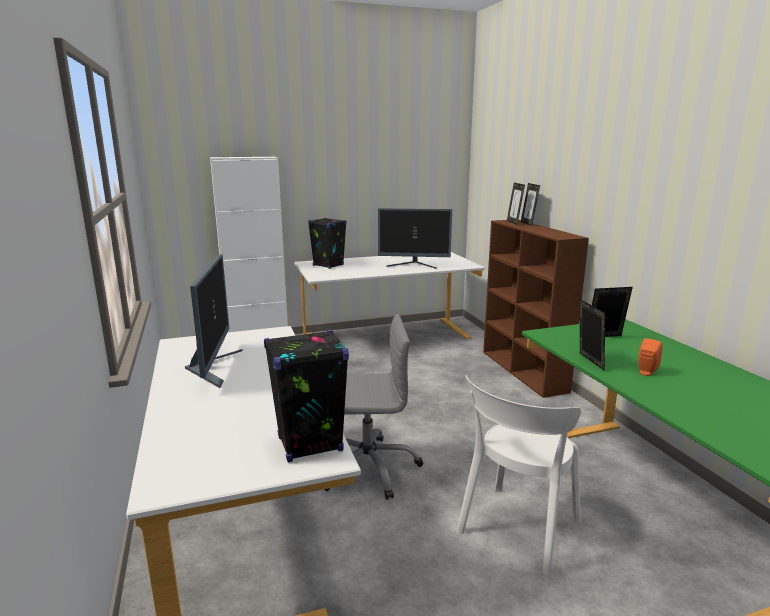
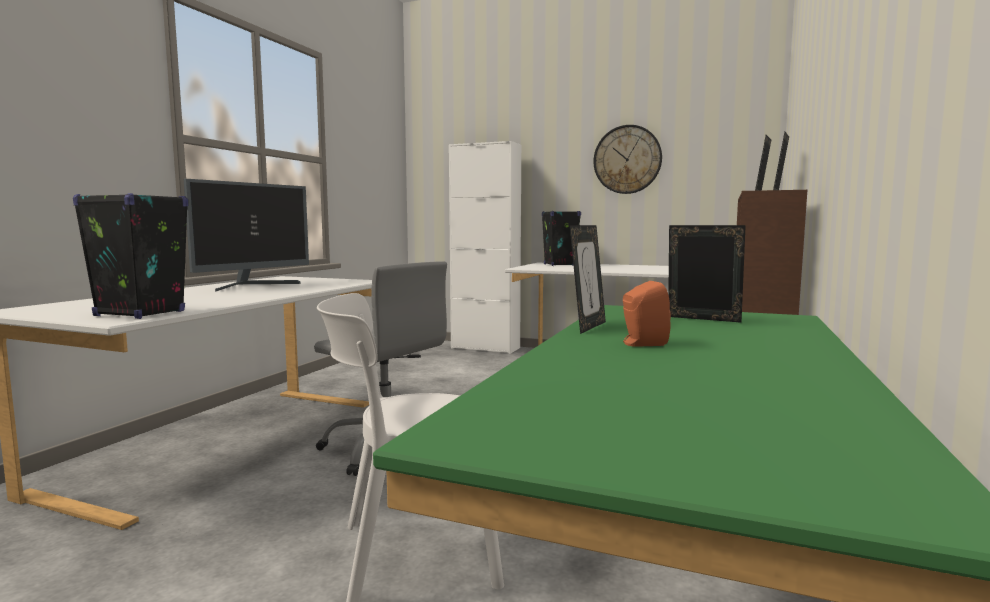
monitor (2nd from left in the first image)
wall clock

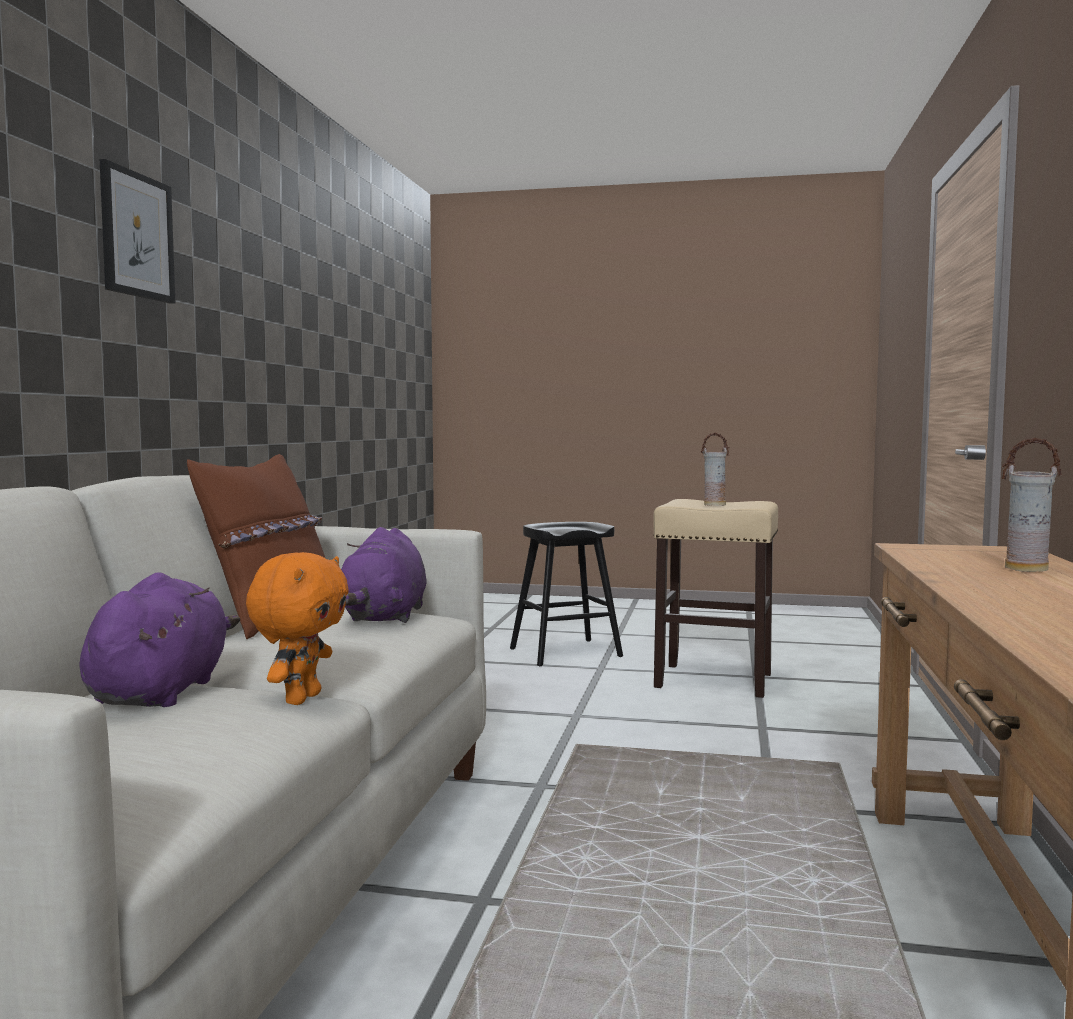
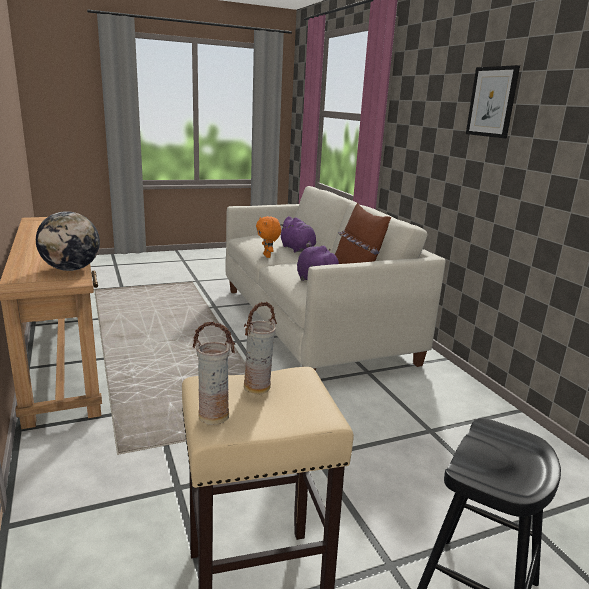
vase (1st from left)
globe

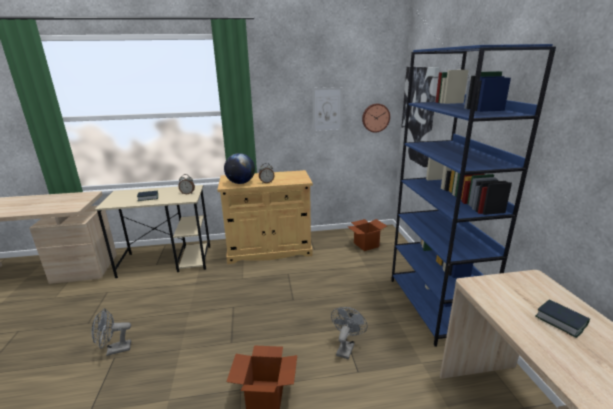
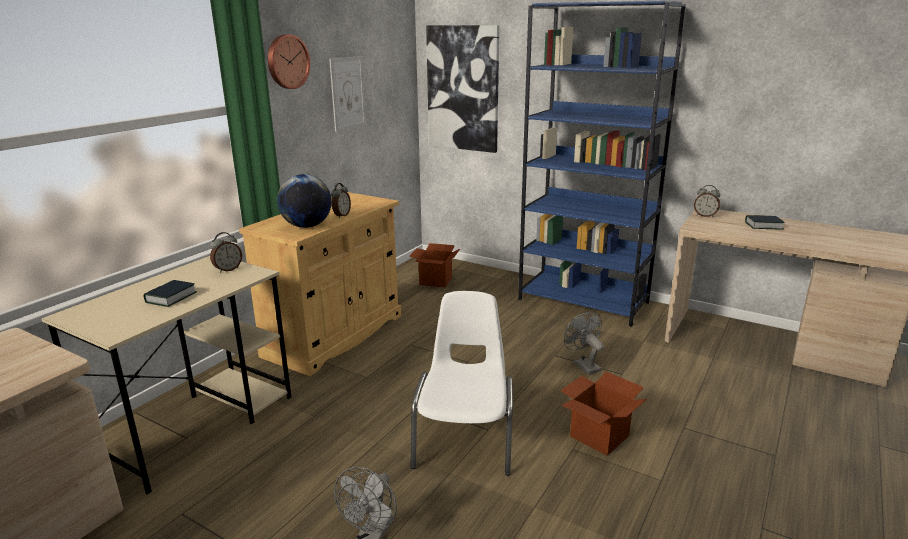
wall clock
chair/white
alarm clock (3rd from left)

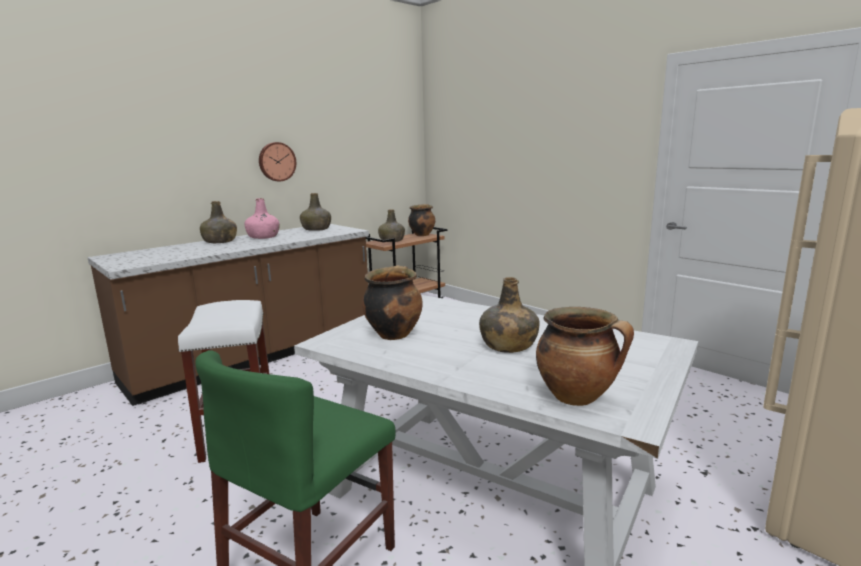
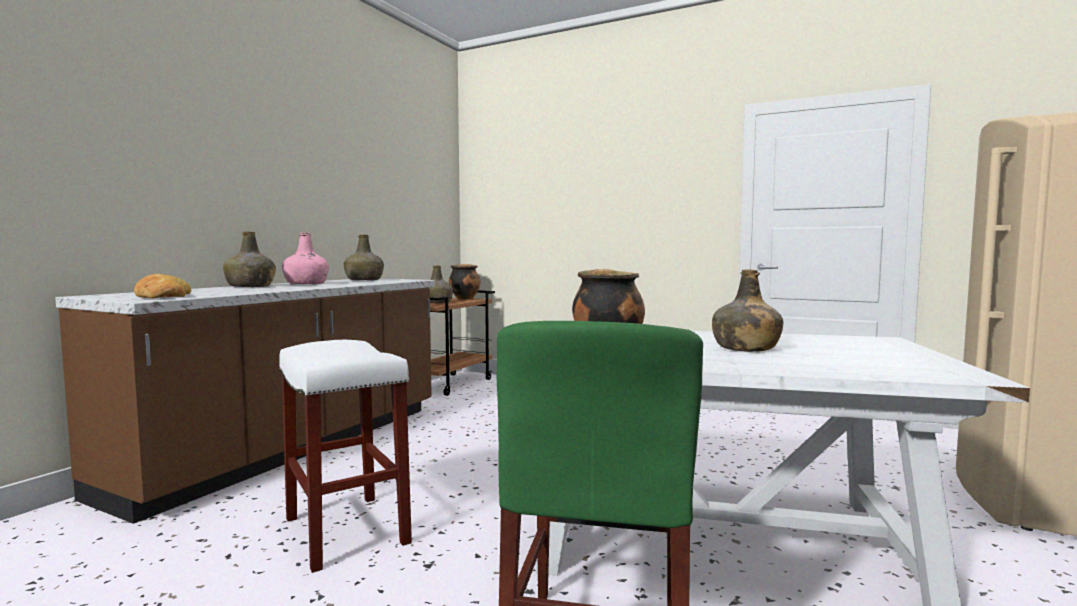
wall clock
cooking pot (3rd from left in the first image)
bread

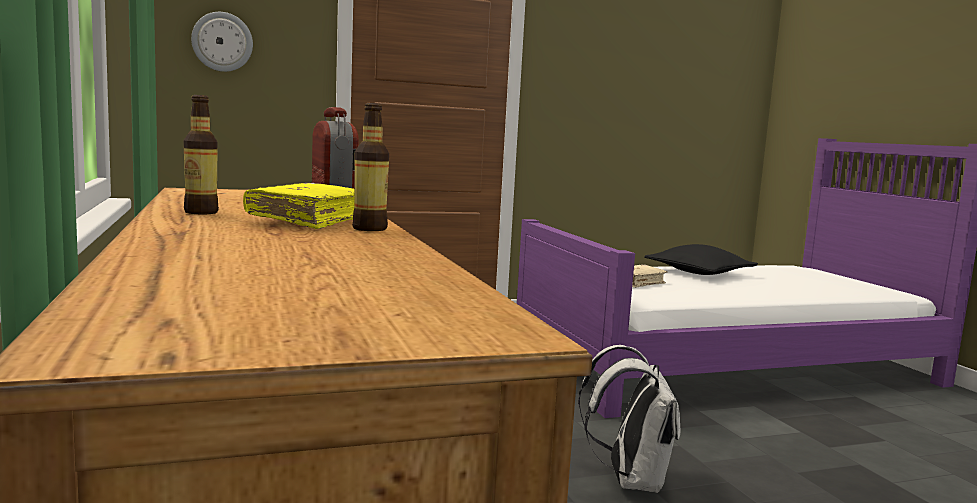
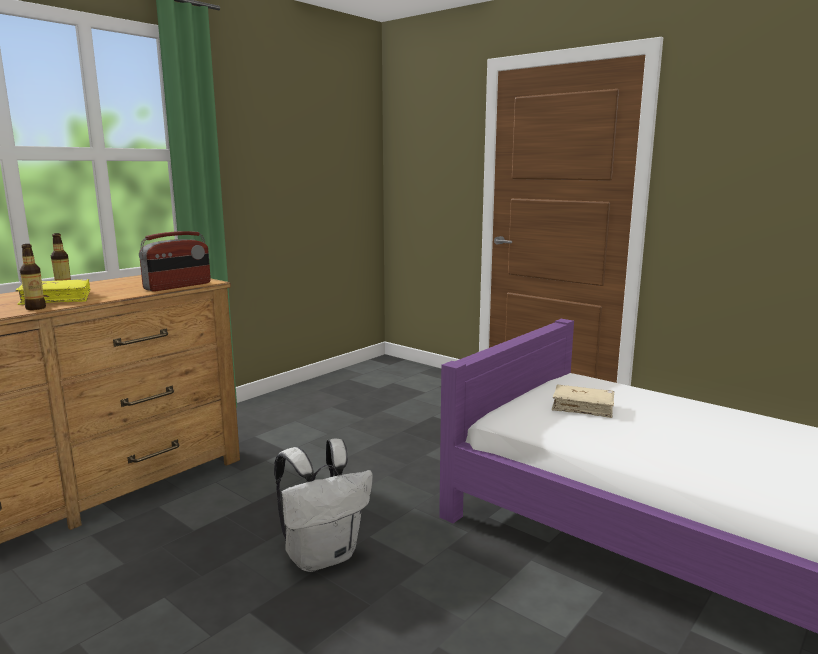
wall clock
pillow/black

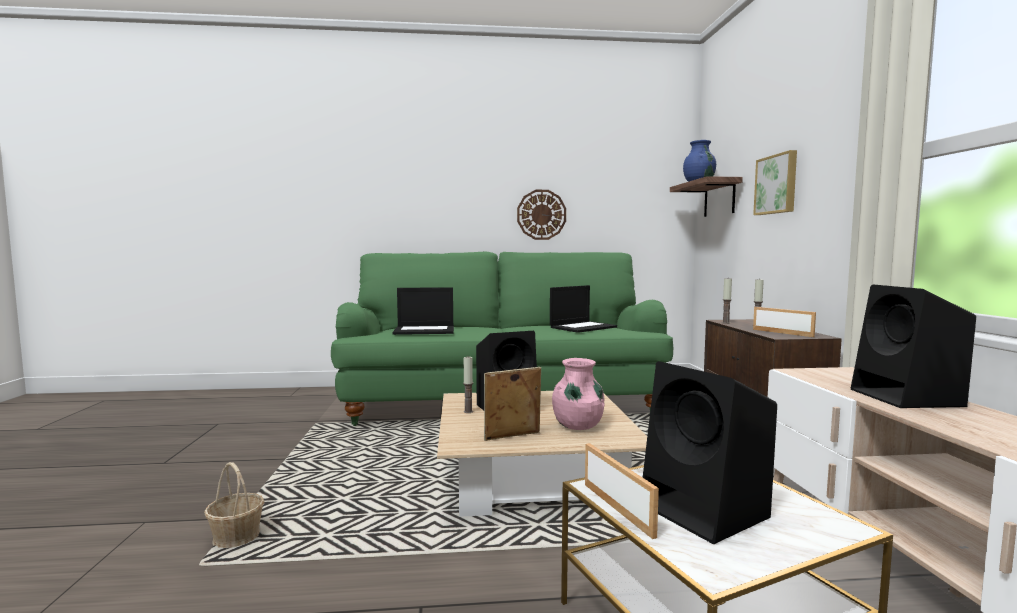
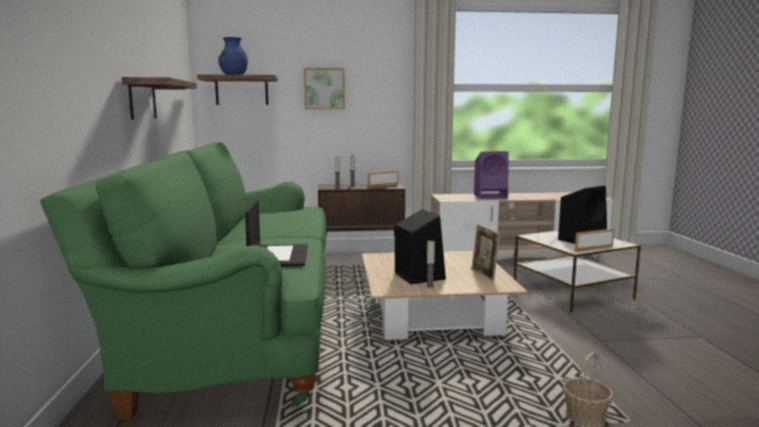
shelf (1st from left)
laptop (2nd from left in the first image)
vase/pink
speaker/purple

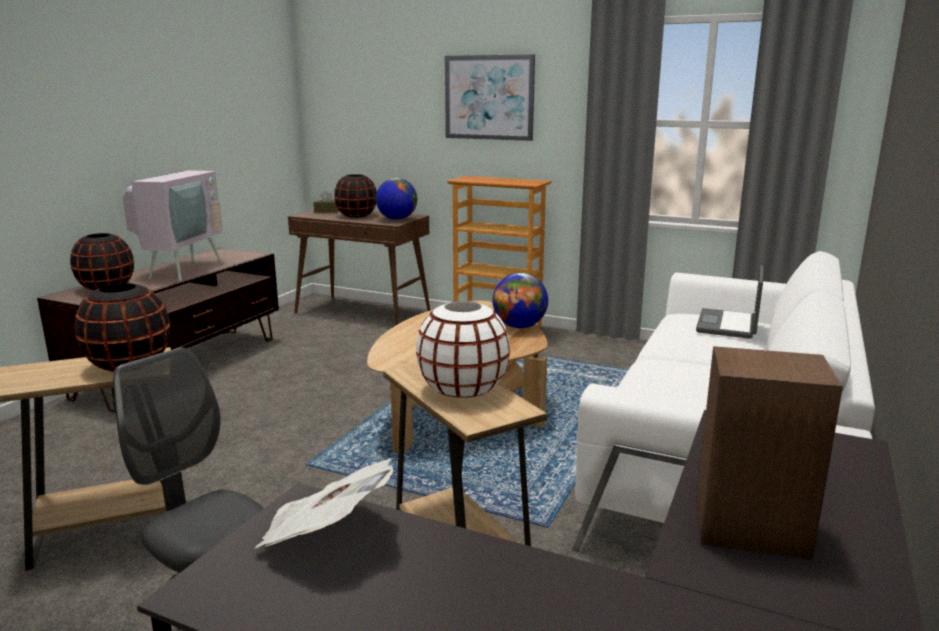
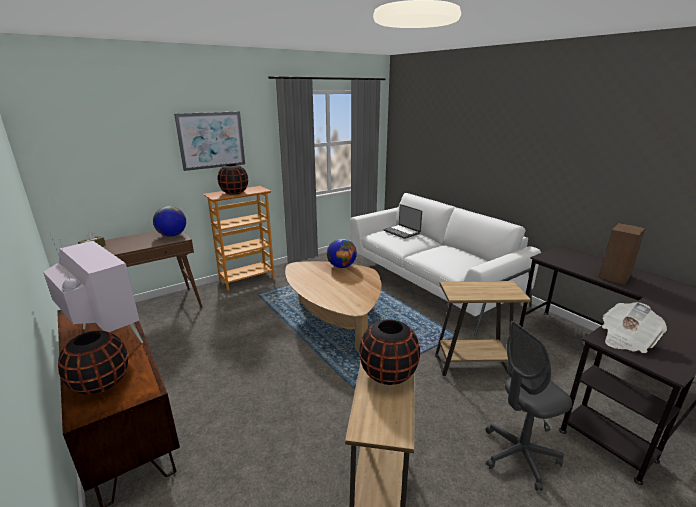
vase/black (2nd from left)
vase/white

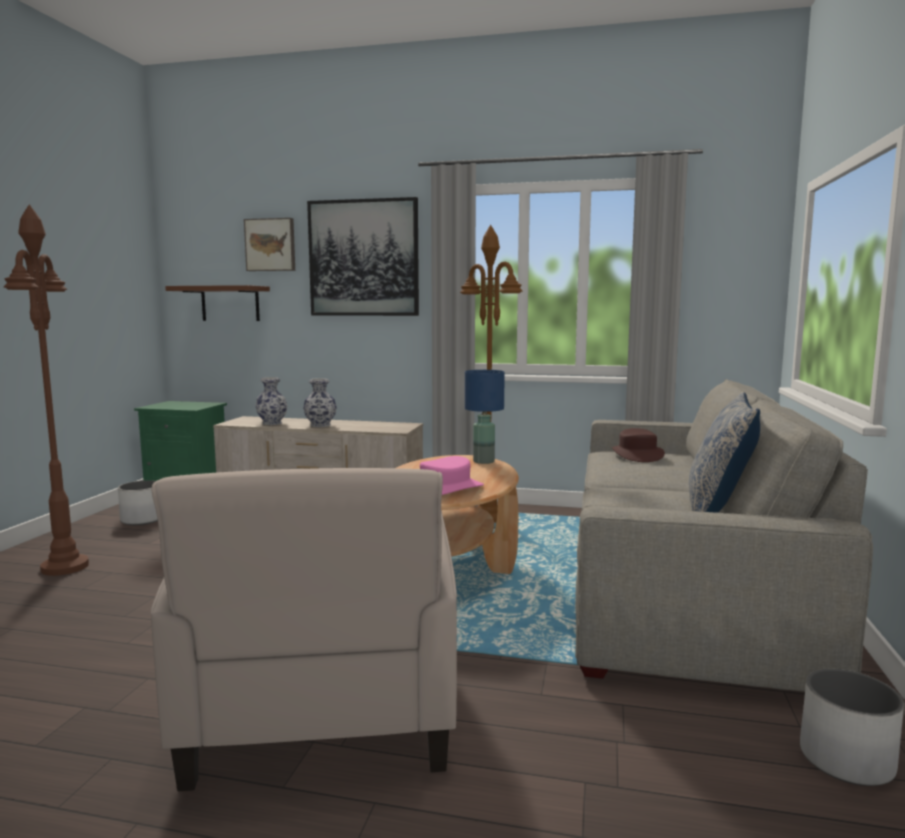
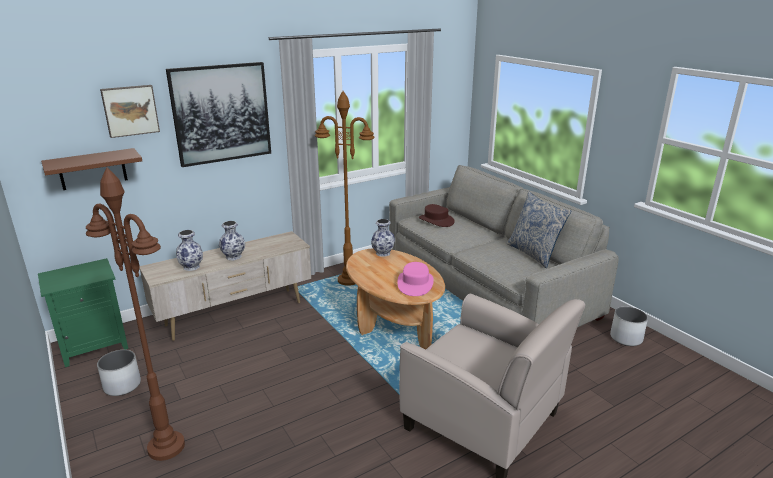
vase (3rd from left)

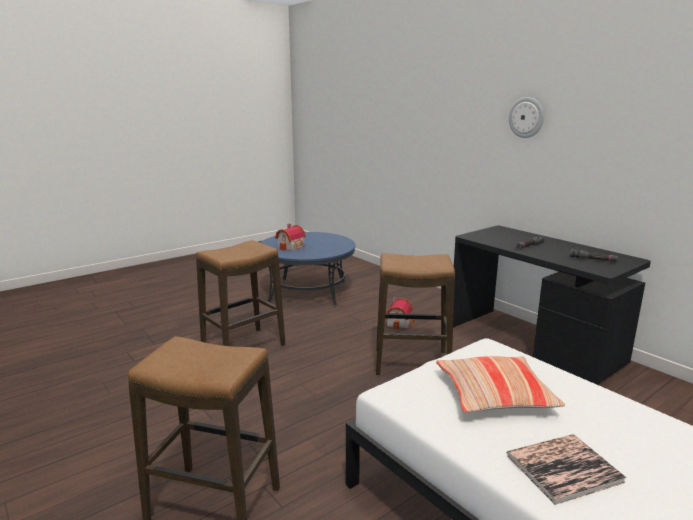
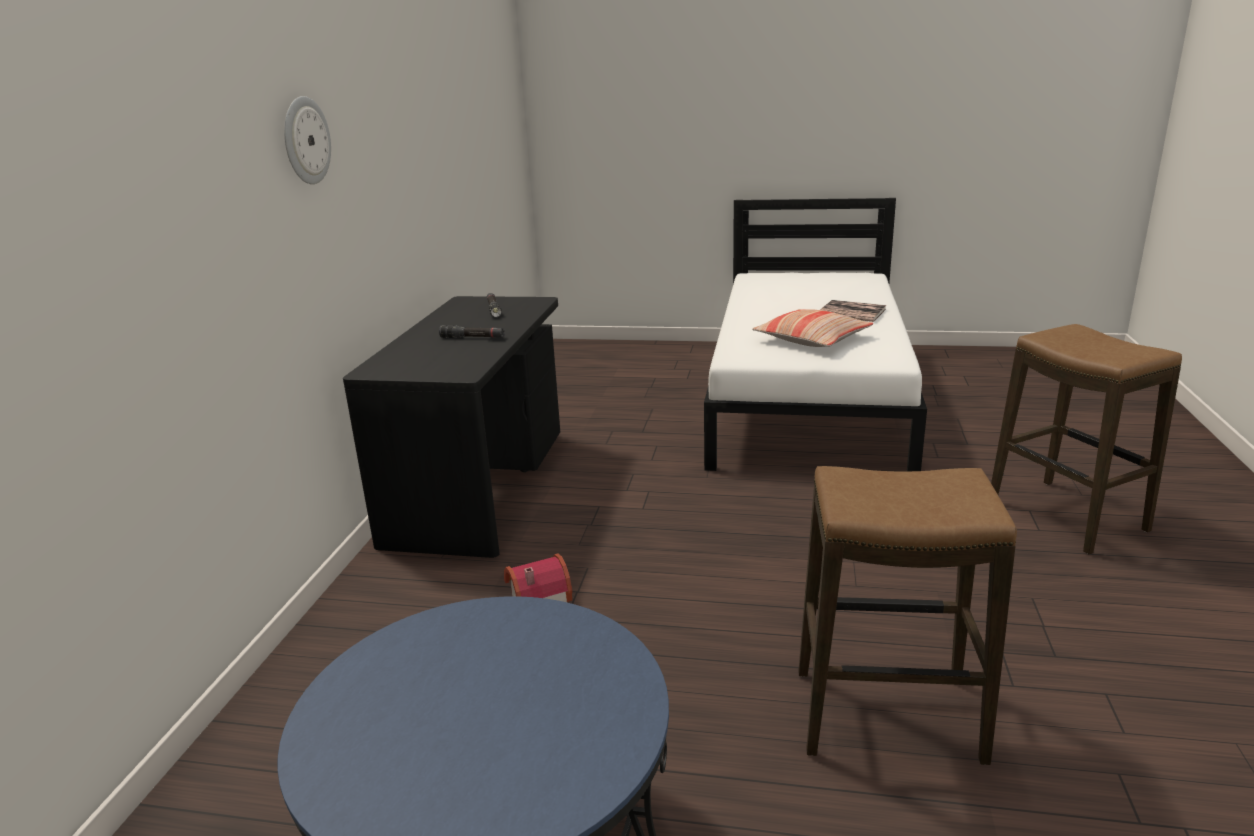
toy house (1st from left in the first image)
stool (3rd from left in the first image)

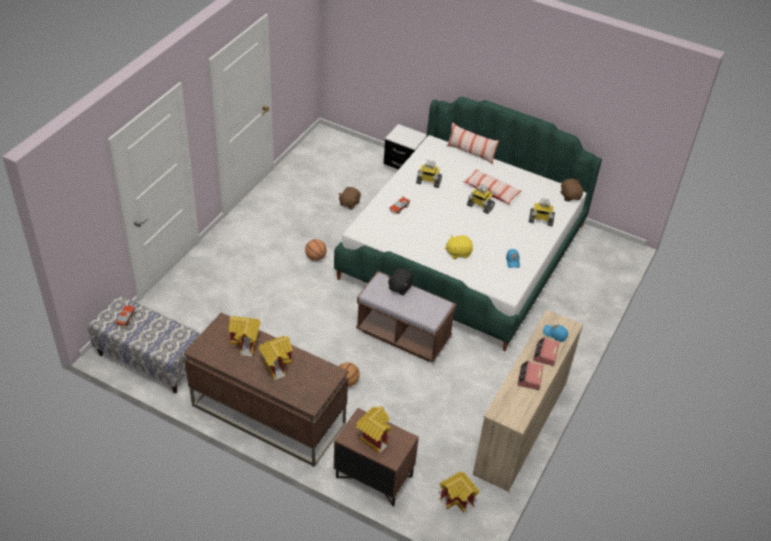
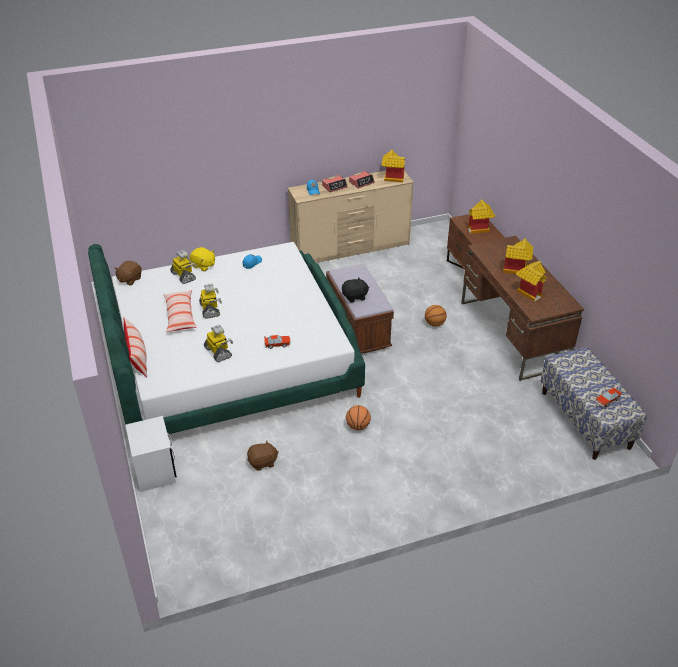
toy house (1st from left)
plush toy/yellow

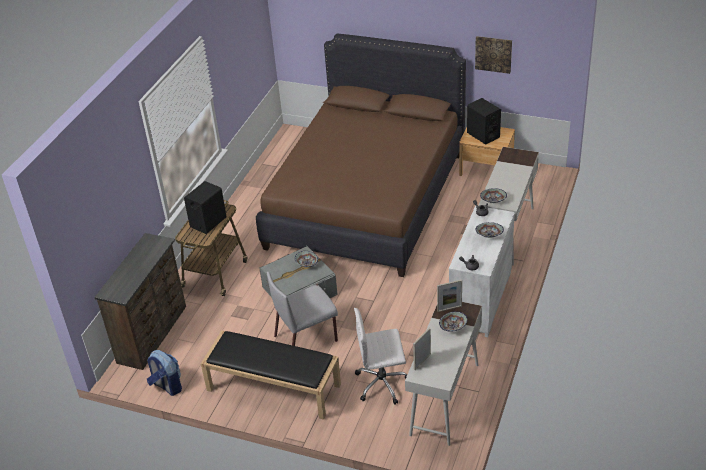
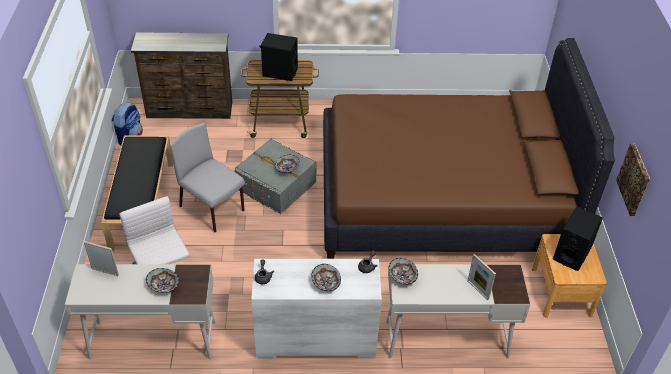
picture frame (2nd from left)

